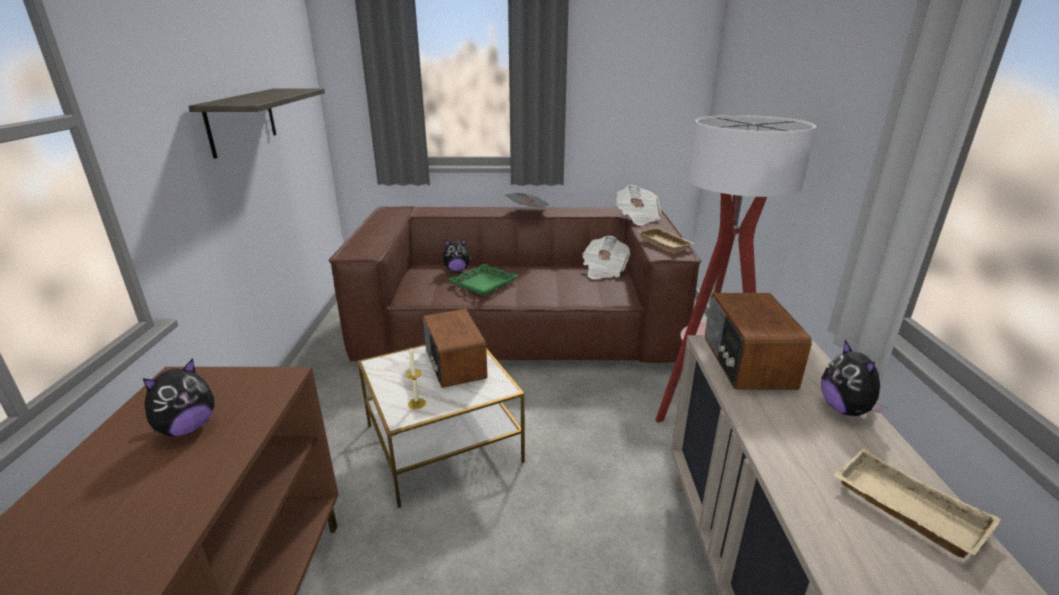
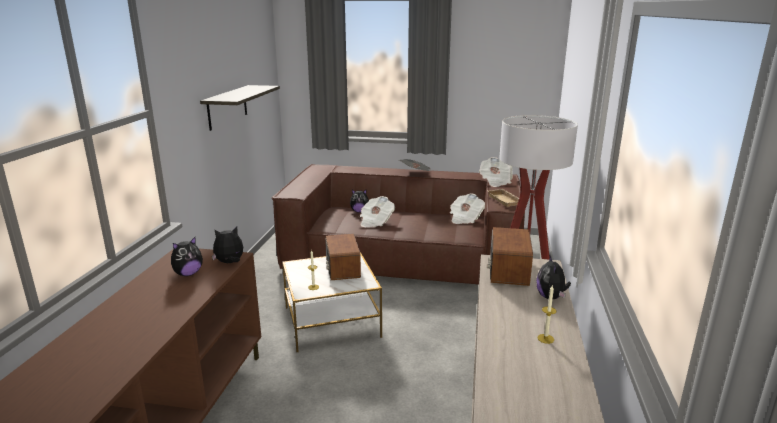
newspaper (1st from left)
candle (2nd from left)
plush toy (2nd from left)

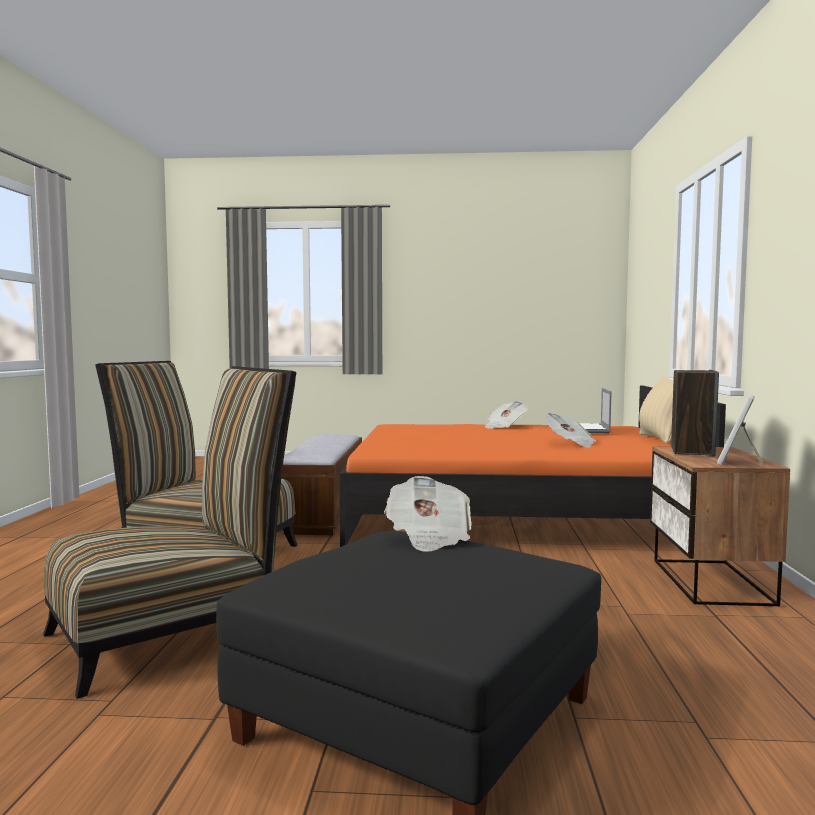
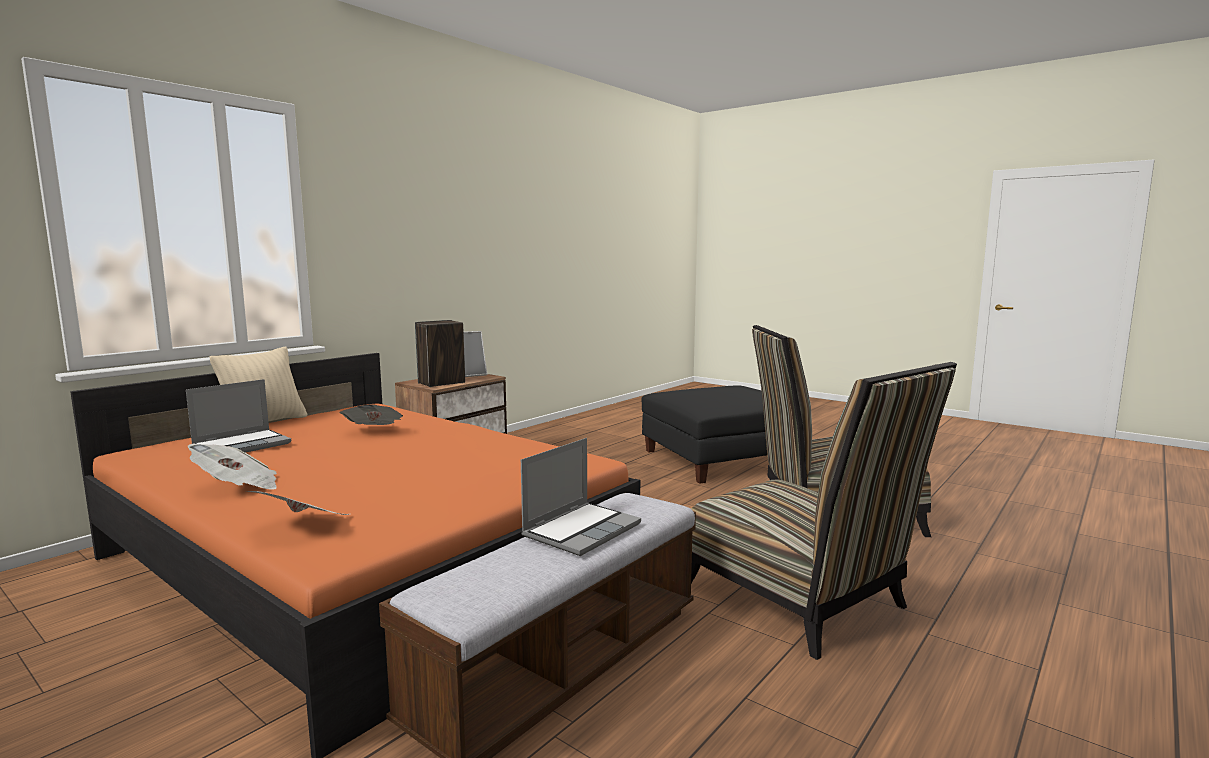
newspaper (2nd from left)
laptop (2nd from left)

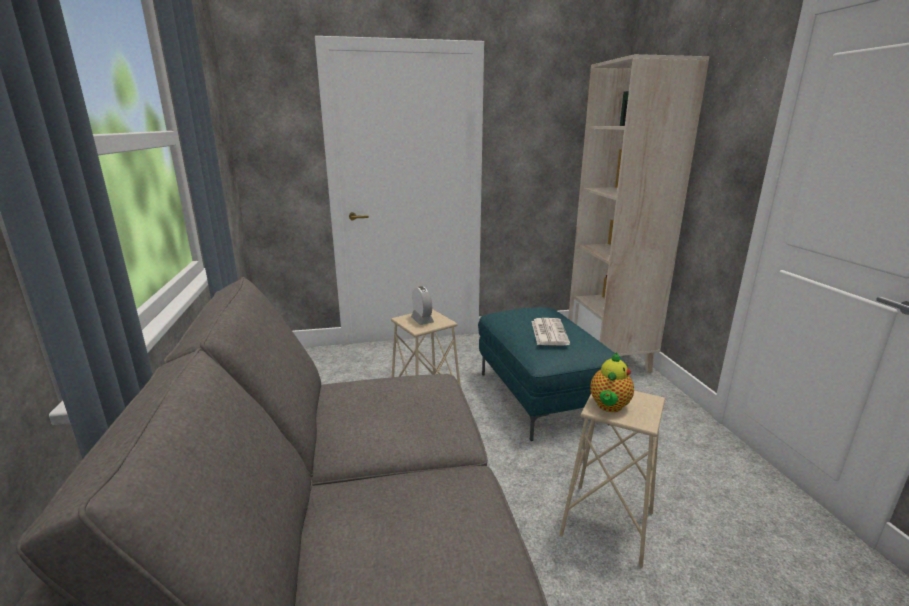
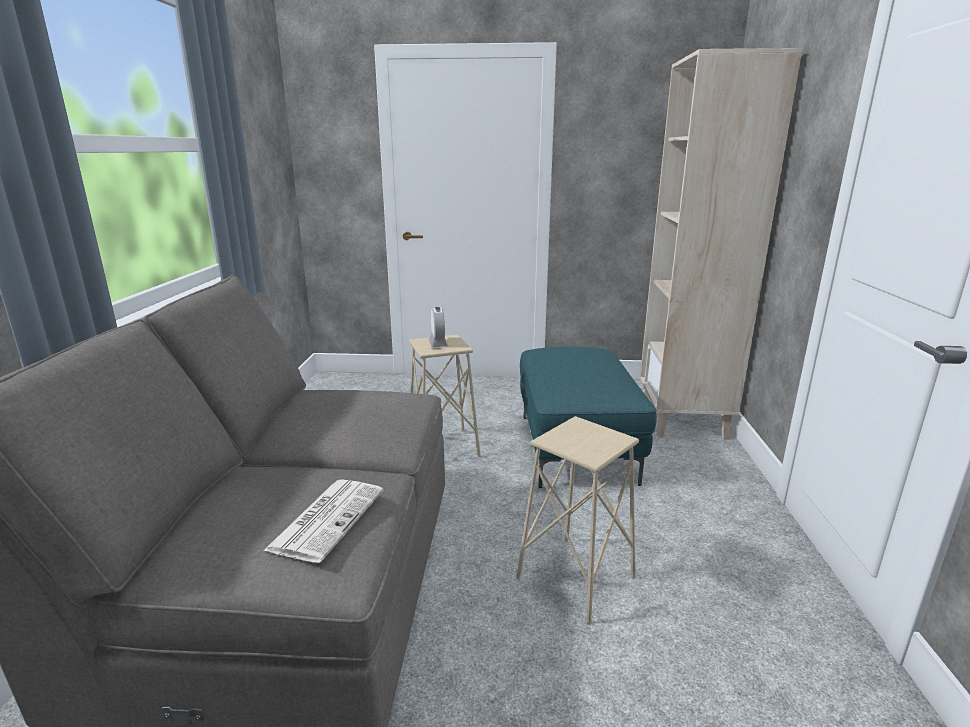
newspaper
teapot

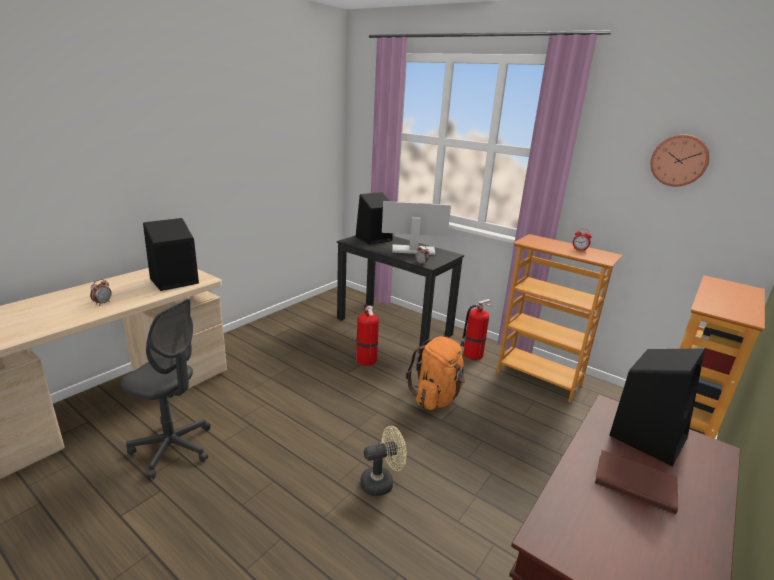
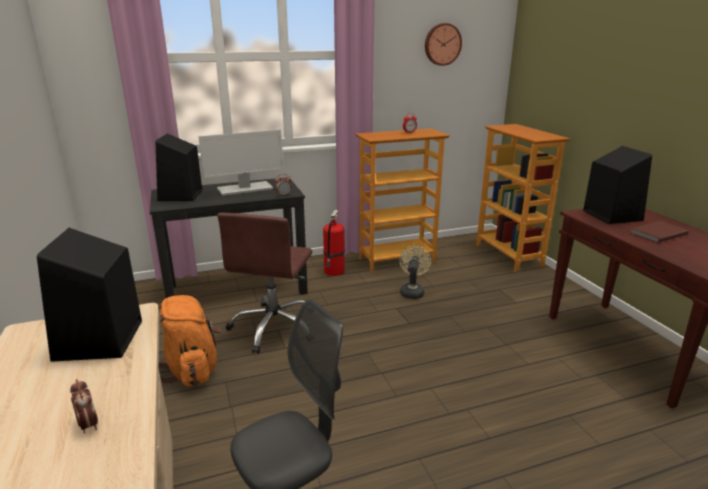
office chair/brown
fan/beige
monitor
backpack/orange

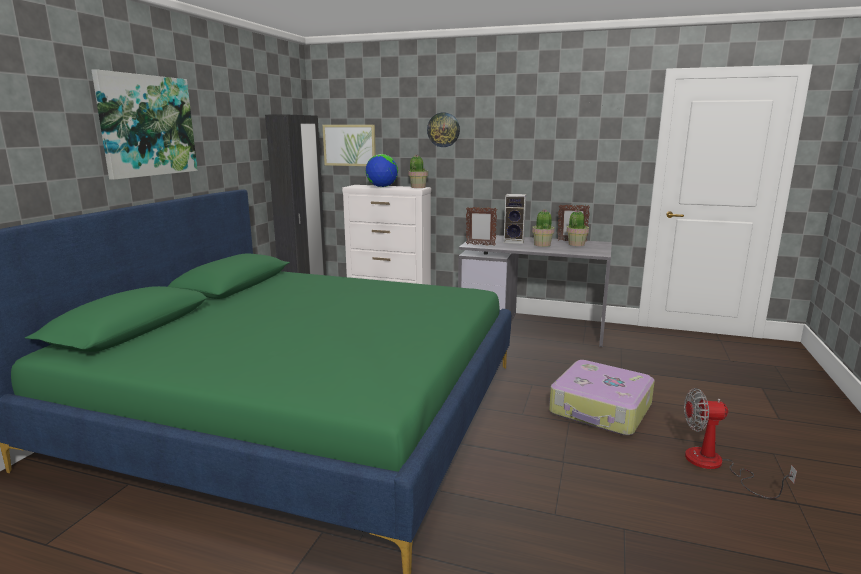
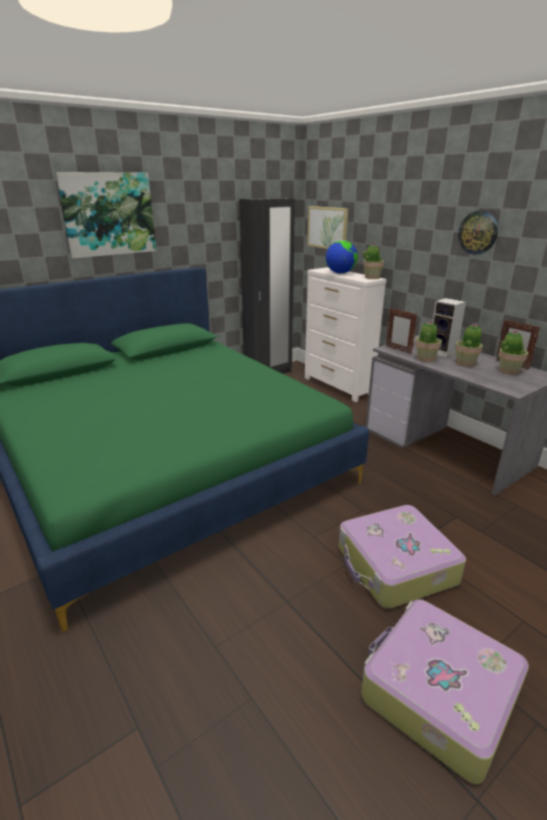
wall clock
suitcase (2nd from left)
potted plant (2nd from left)

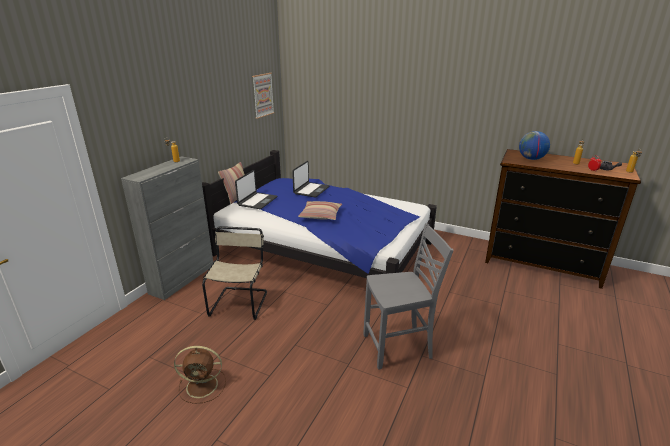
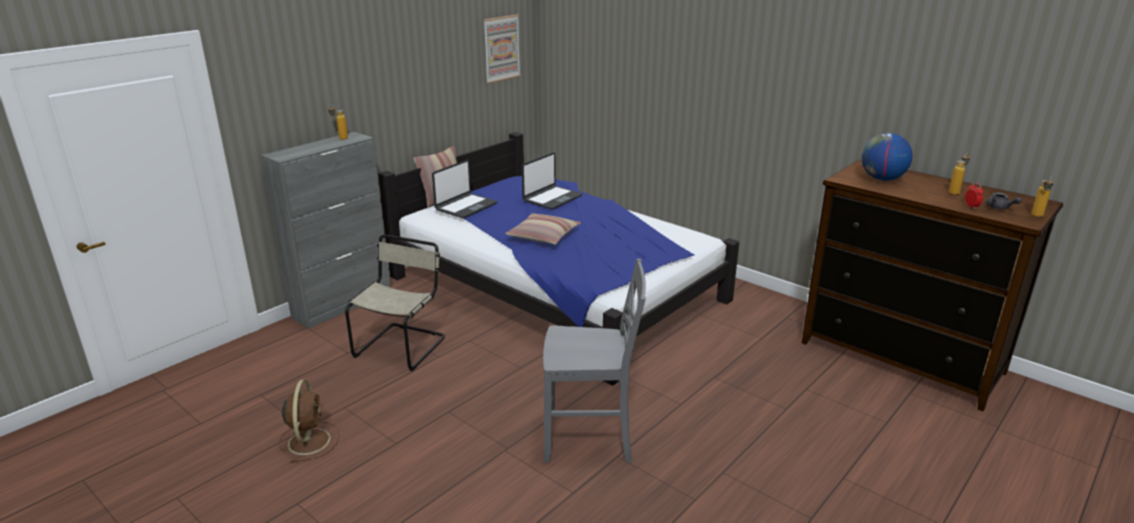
fan/brown

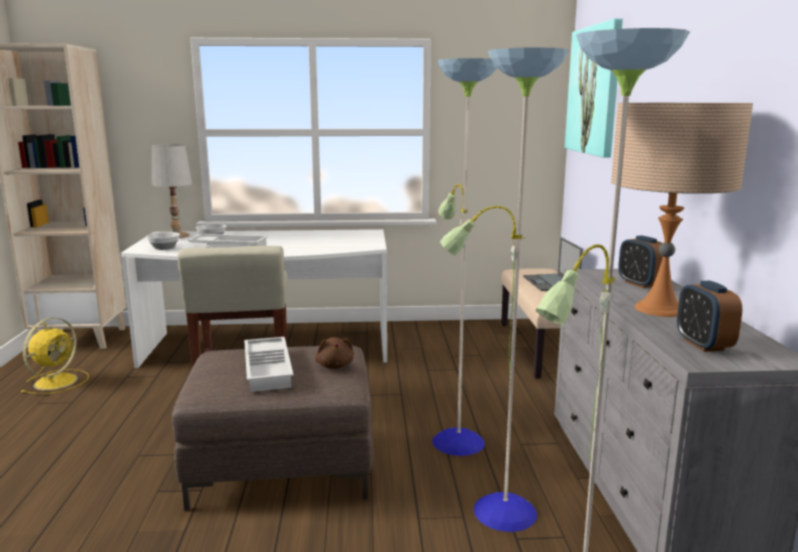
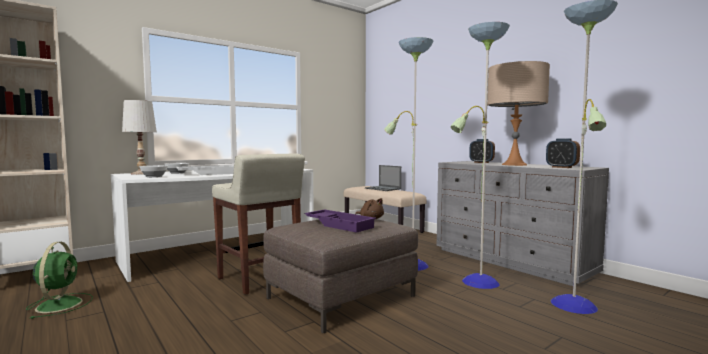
fan/green
tray/purple
picture

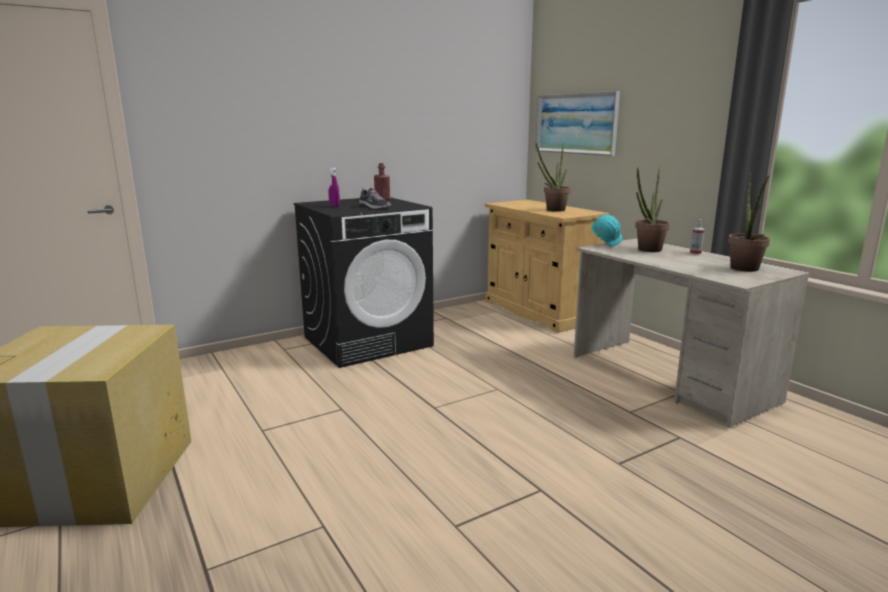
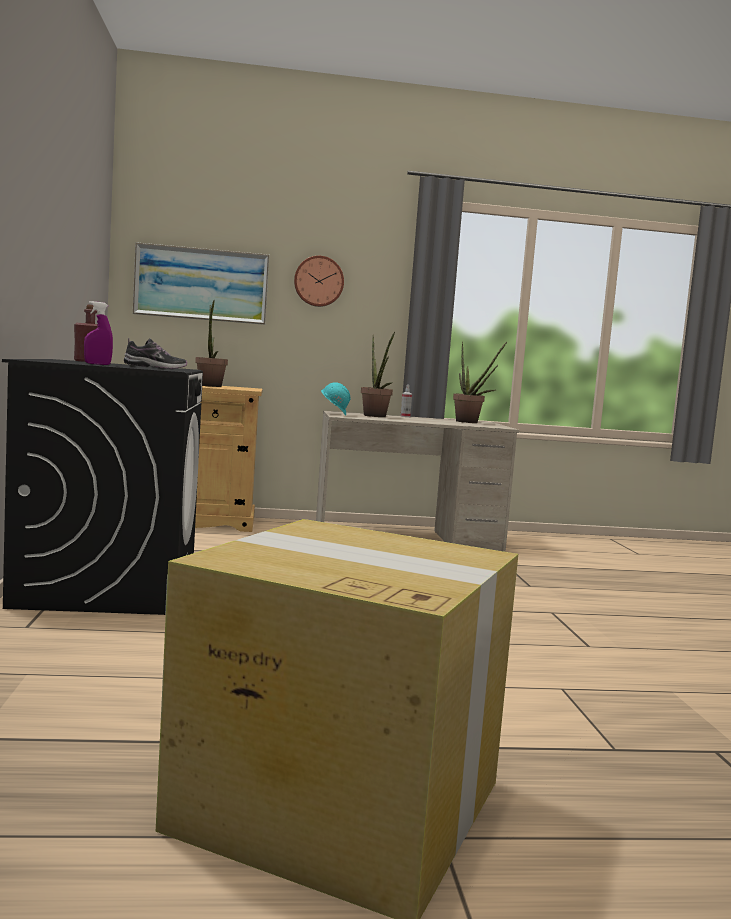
wall clock

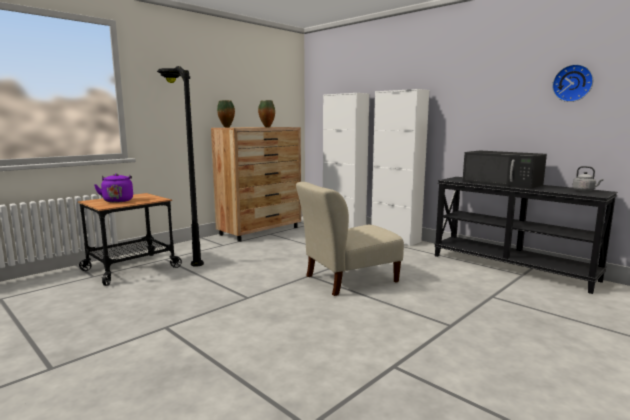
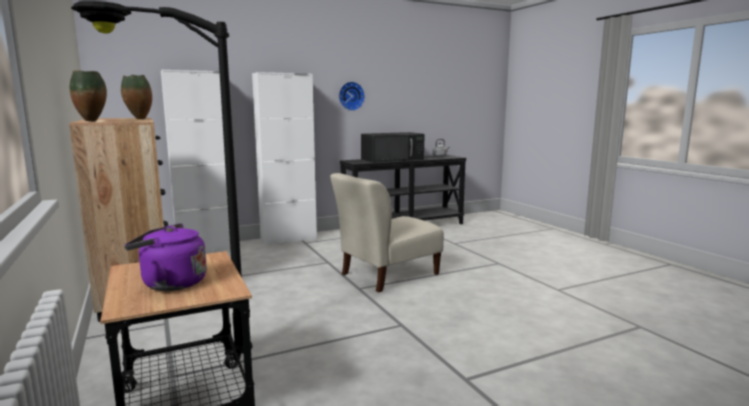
chair/beige
wall clock

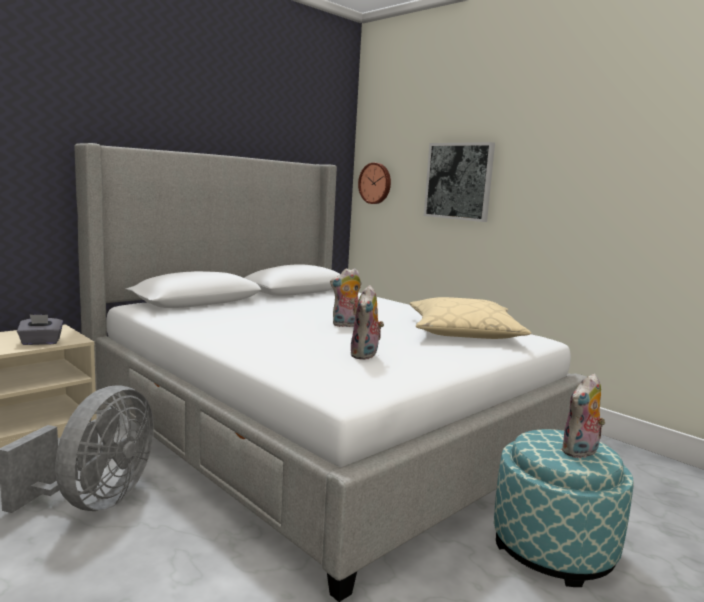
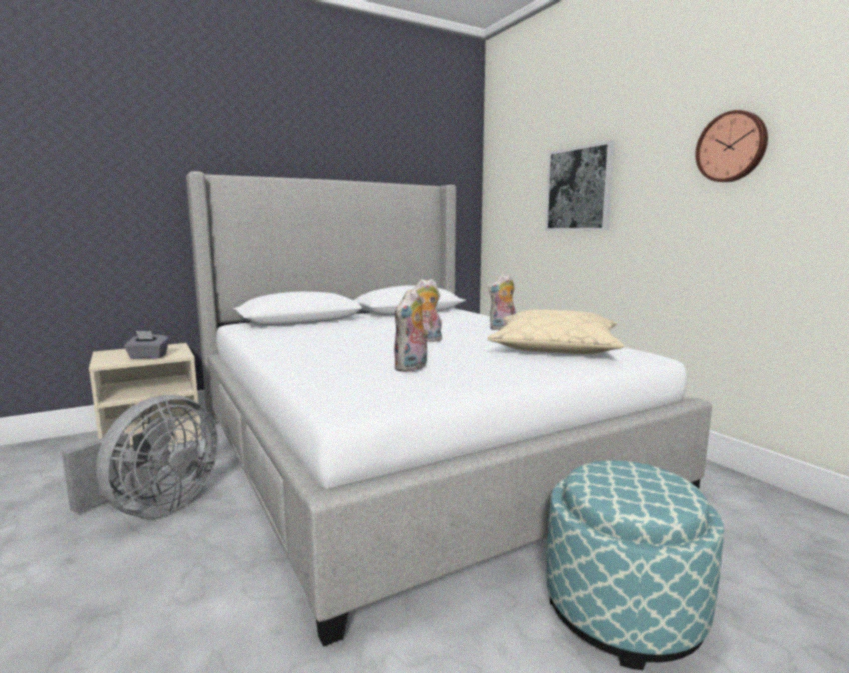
wall clock
plush toy (3rd from left)

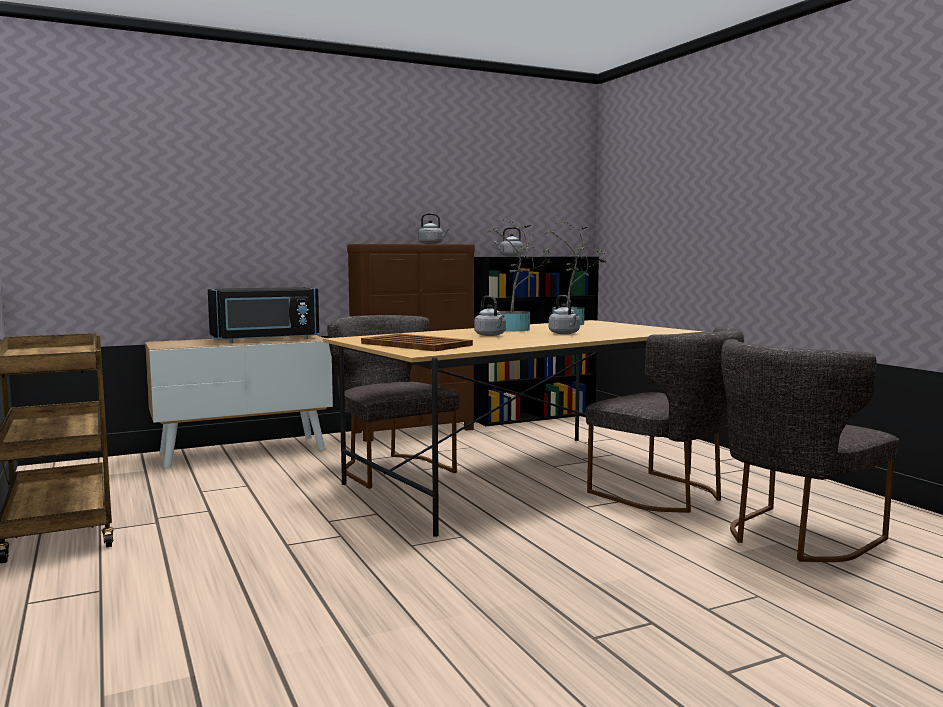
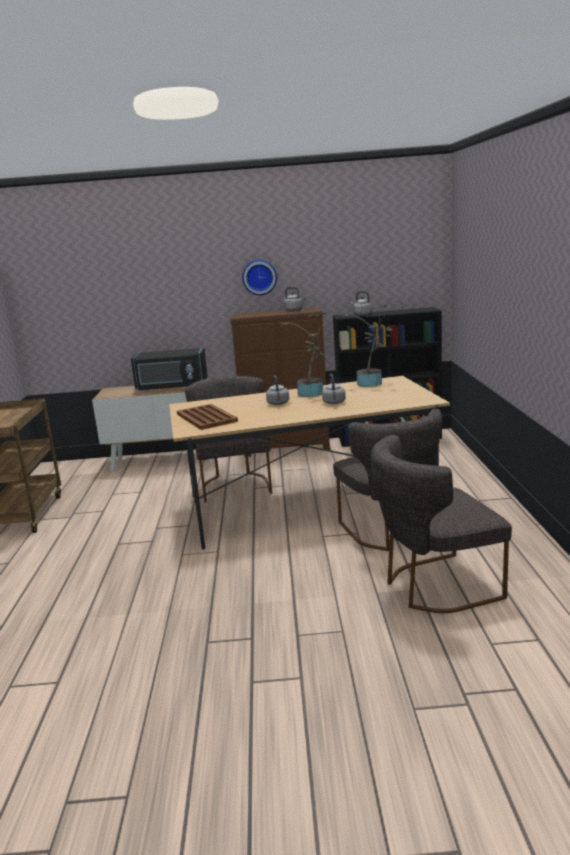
wall clock

